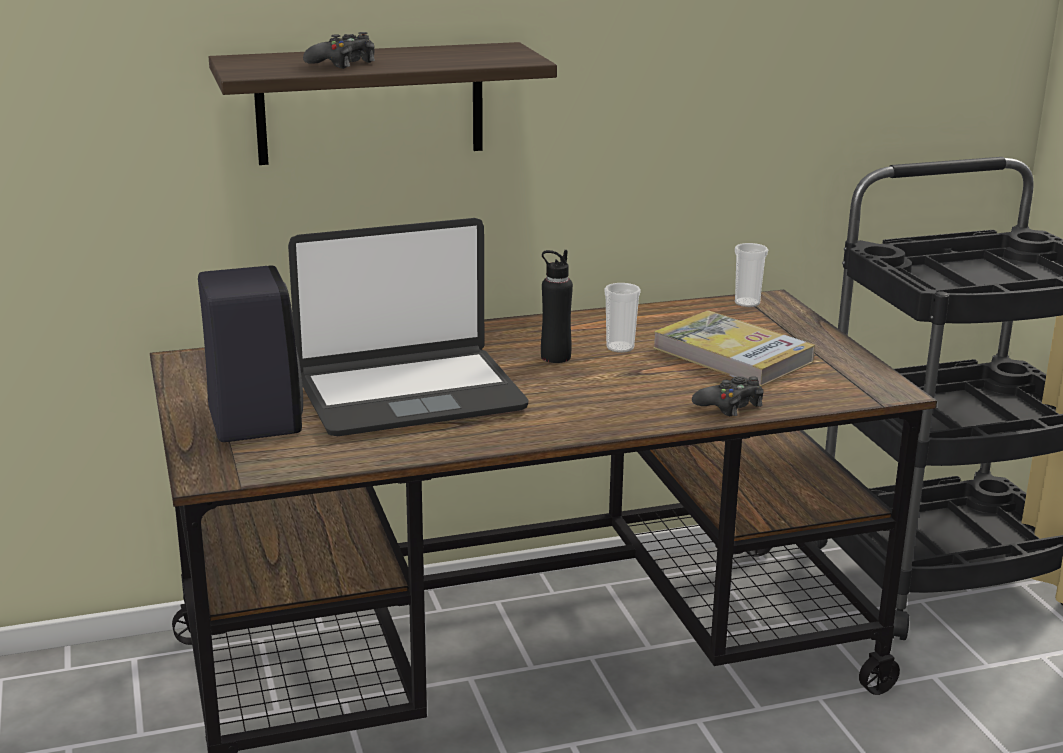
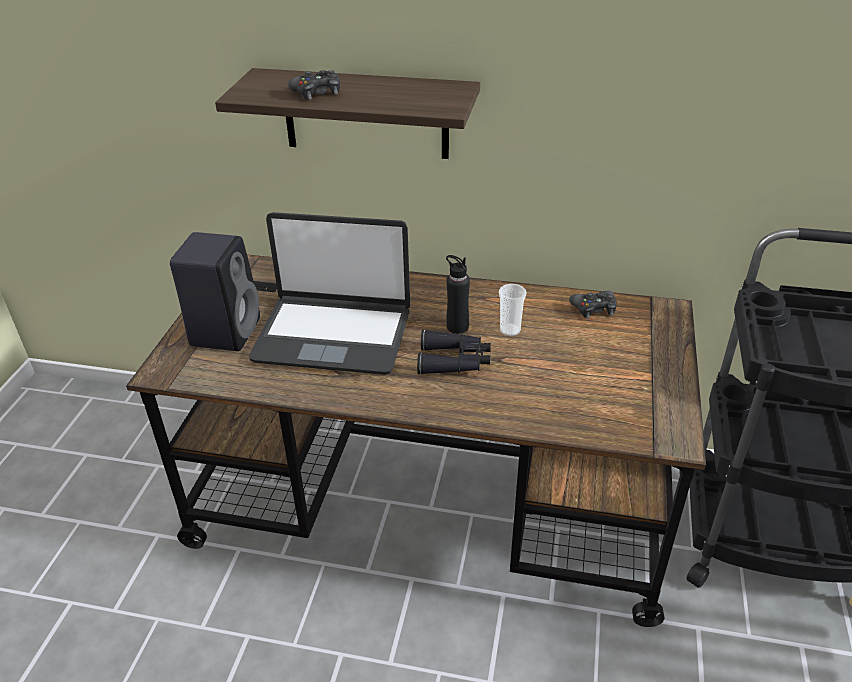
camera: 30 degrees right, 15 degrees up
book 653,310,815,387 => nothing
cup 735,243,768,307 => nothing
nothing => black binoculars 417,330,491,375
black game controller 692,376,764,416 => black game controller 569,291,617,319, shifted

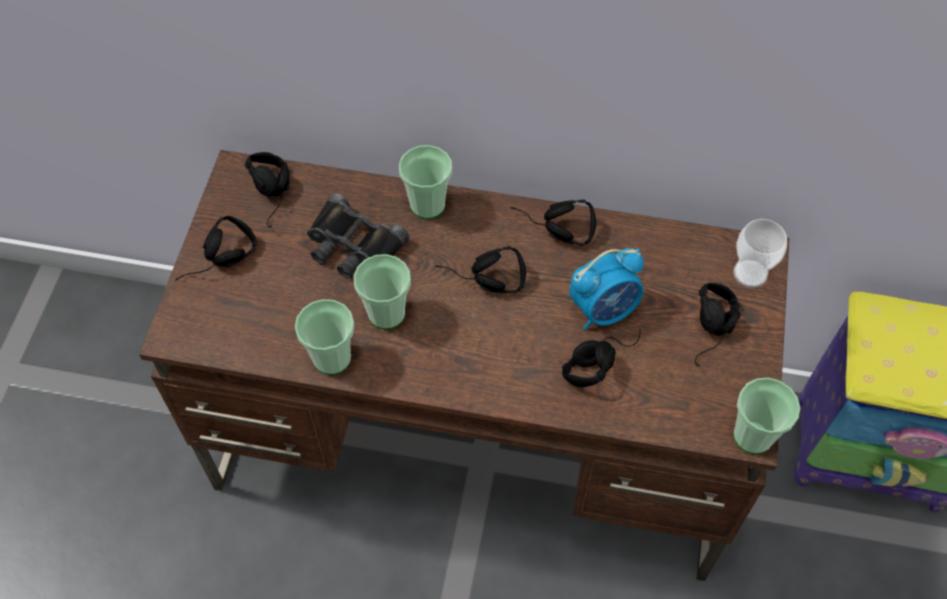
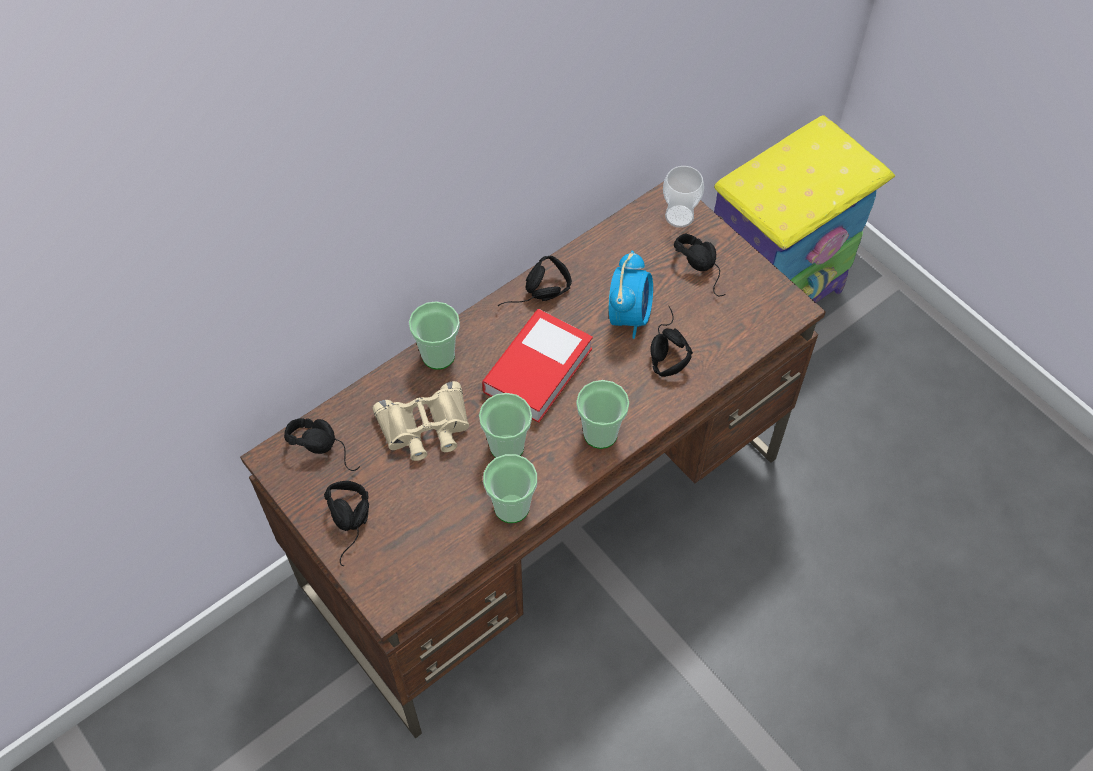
camera: 50 degrees left, 0 degrees up
cup 733,377,800,454 => cup 576,380,629,449, shifted
black headphones 435,246,526,294 => book 482,309,593,423
black binoculars 307,193,409,279 => beige binoculars 373,381,469,461

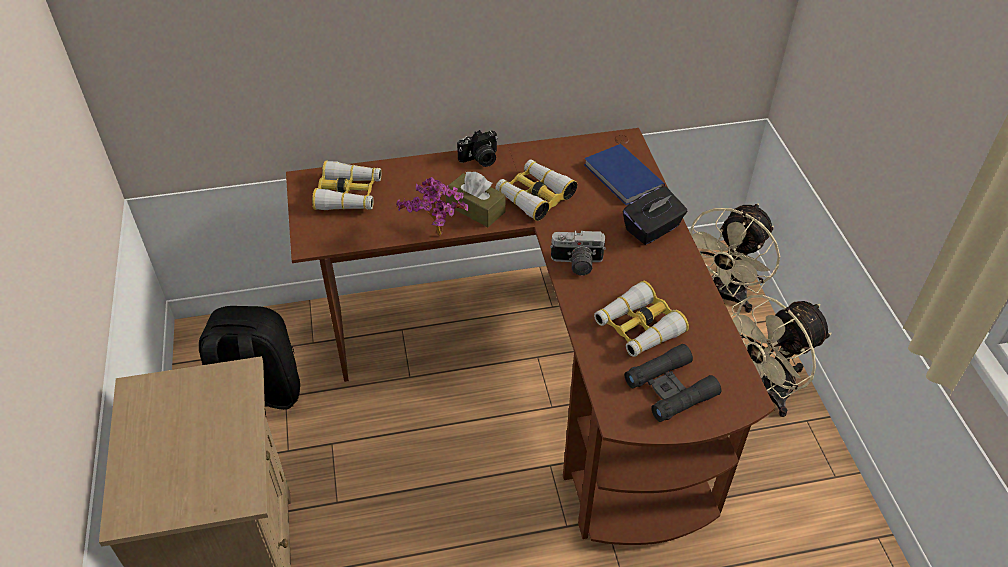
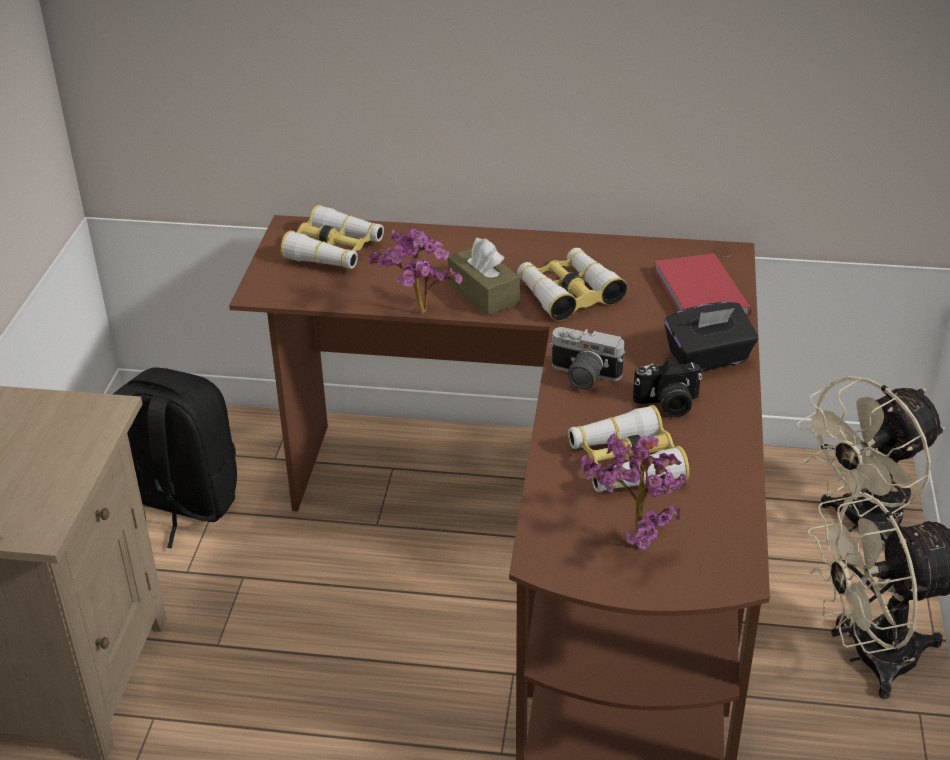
camera: 20 degrees right, 10 degrees down
photo camera 457,130,498,167 => photo camera 633,358,702,417, shifted
black binoculars 624,344,721,422 => potted plant 580,433,686,550
blue book 584,144,665,205 => red book 654,253,752,317

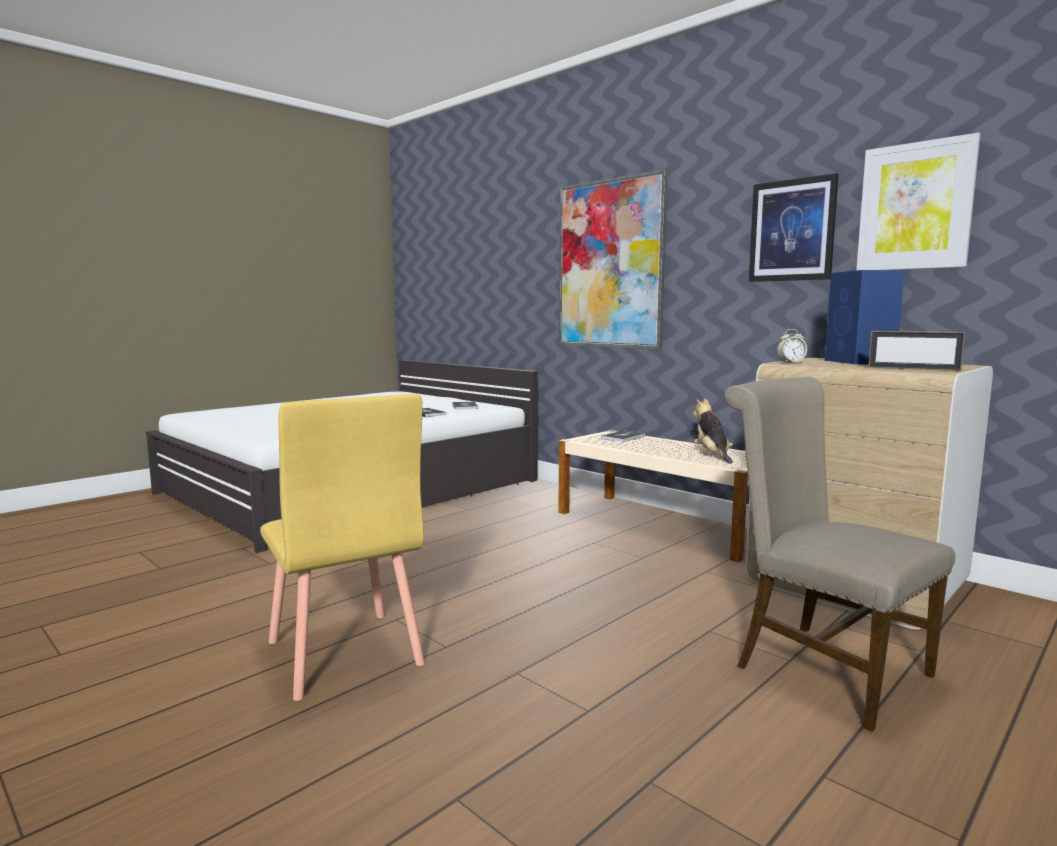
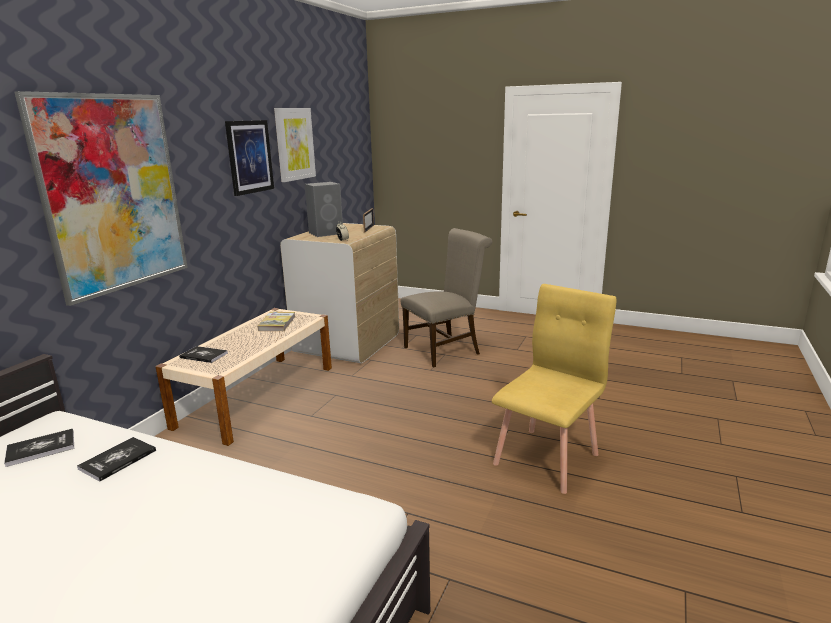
camera: 110 degrees left, 10 degrees up
plush toy 693,399,733,464 => book 257,312,295,331
blue speaker 825,270,905,364 => grey speaker 305,182,343,237
beige chair 724,377,955,732 => beige chair 400,228,493,368, 150 degrees counterclockwise

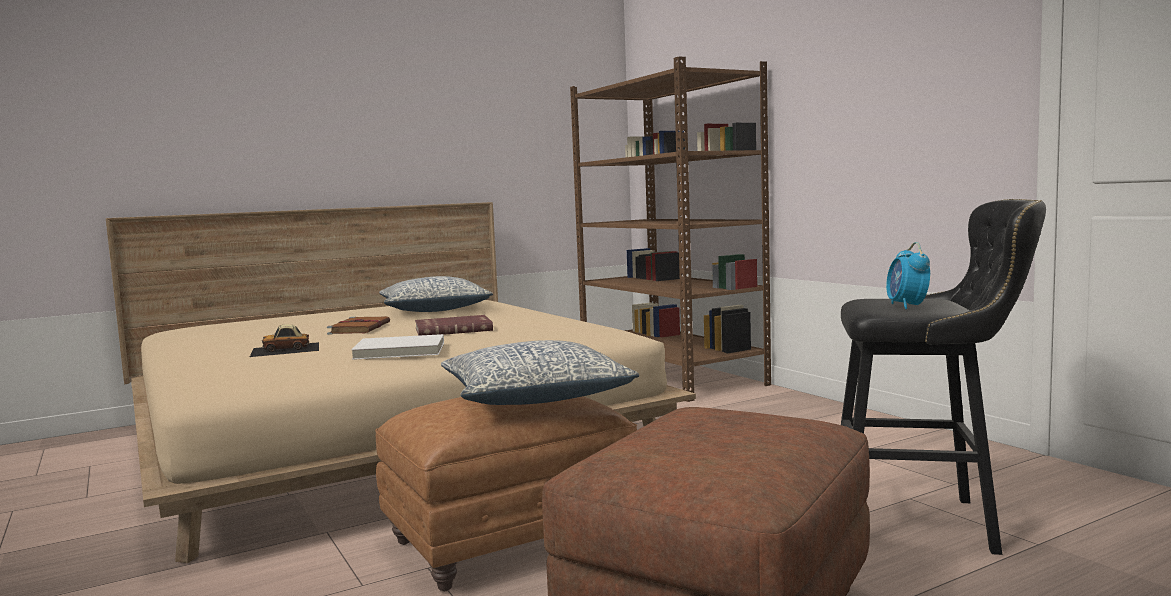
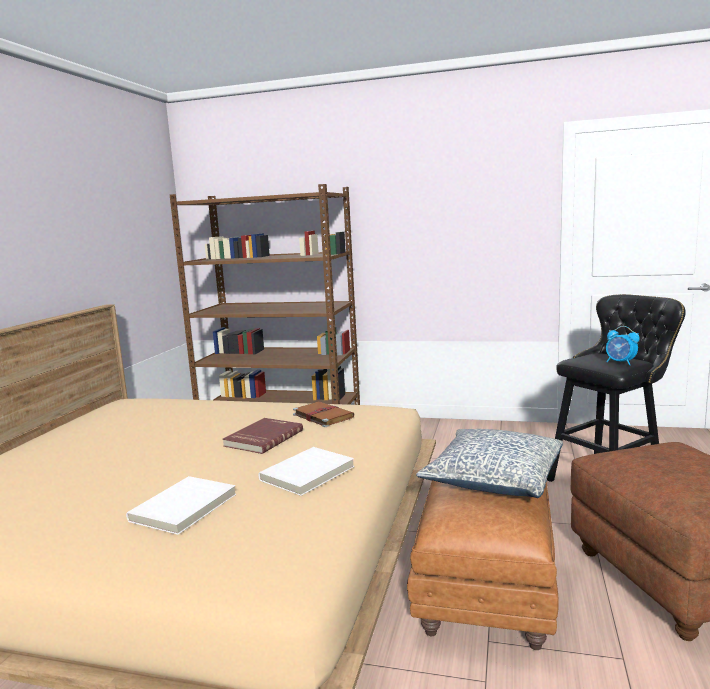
camera: 45 degrees left, 5 degrees up
pillow 379,276,493,312 => nothing
brown book 327,316,390,335 => brown book 293,401,354,427, shifted
toy car 250,324,319,357 => white book 126,476,236,535

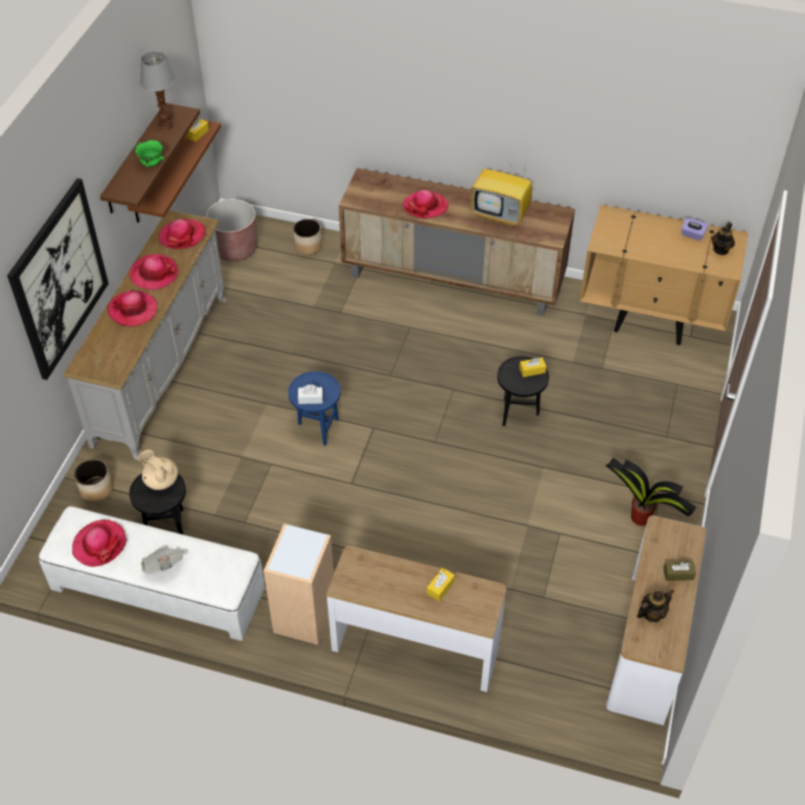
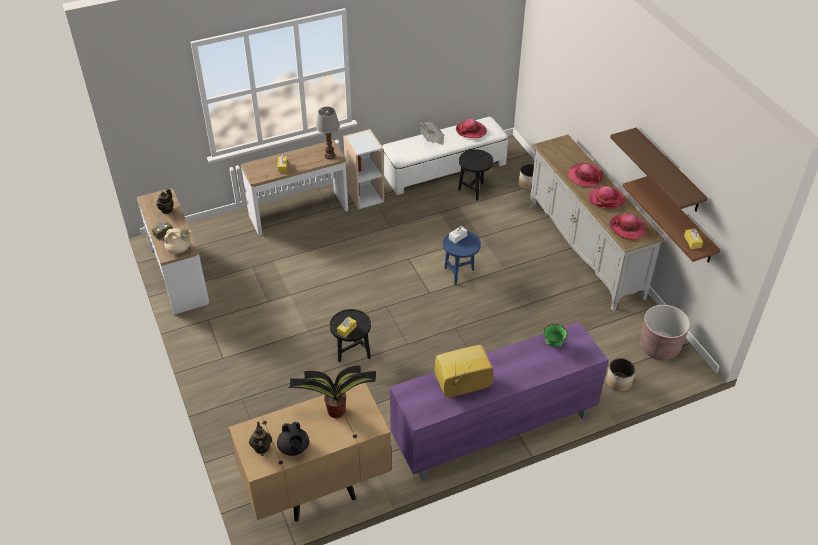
camera: 140 degrees right, 5 degrees down
picture 7,178,109,380 => nothing
hat 403,190,448,219 => nothing
green bowl 134,139,165,167 => green bowl 544,324,568,347, shifted
beige teapot 138,450,178,490 => beige teapot 164,228,191,254, shifted
table lamp 140,51,175,130 => table lamp 316,107,340,160, shifted
potted plant 605,458,696,526 => potted plant 289,365,376,418, shifted
purple tissue box 681,218,709,241 => black teapot 277,422,309,456
brown tv stand 339,168,575,316 => purple tv stand 390,321,609,481

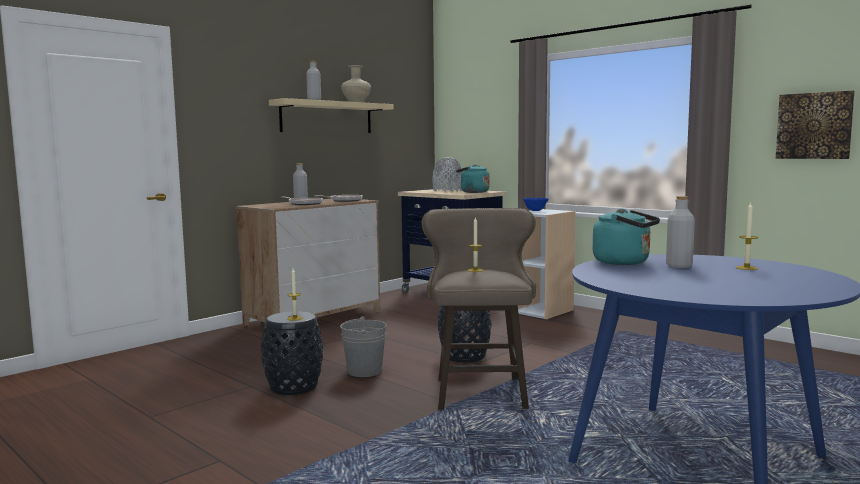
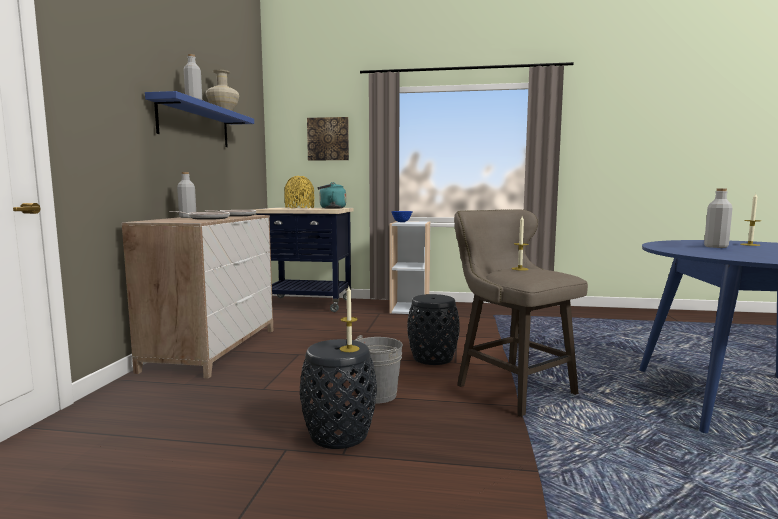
camera: 35 degrees left, 0 degrees up
turquoise kettle 593,209,660,265 => nothing
picture 776,91,854,159 => picture 307,117,349,161, shifted
beige shelf 269,98,394,133 => blue shelf 145,91,254,147
grey vase 432,157,463,192 => yellow vase 284,176,314,208

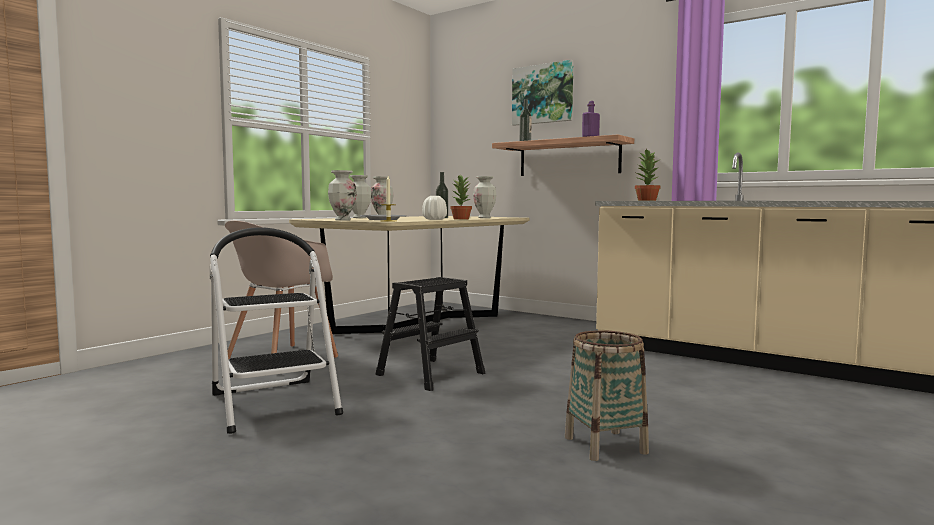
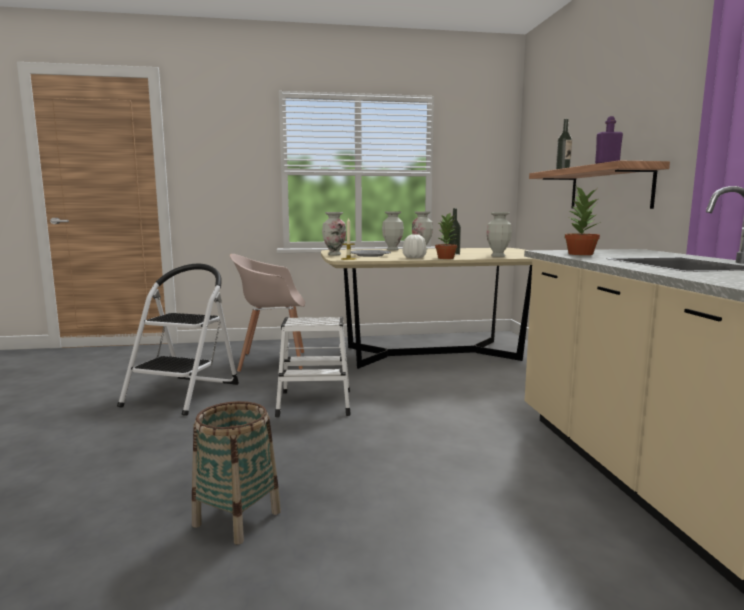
camera: 45 degrees right, 5 degrees up
picture 512,60,573,126 => nothing
black step ladder 375,277,485,391 => white step ladder 275,317,351,417

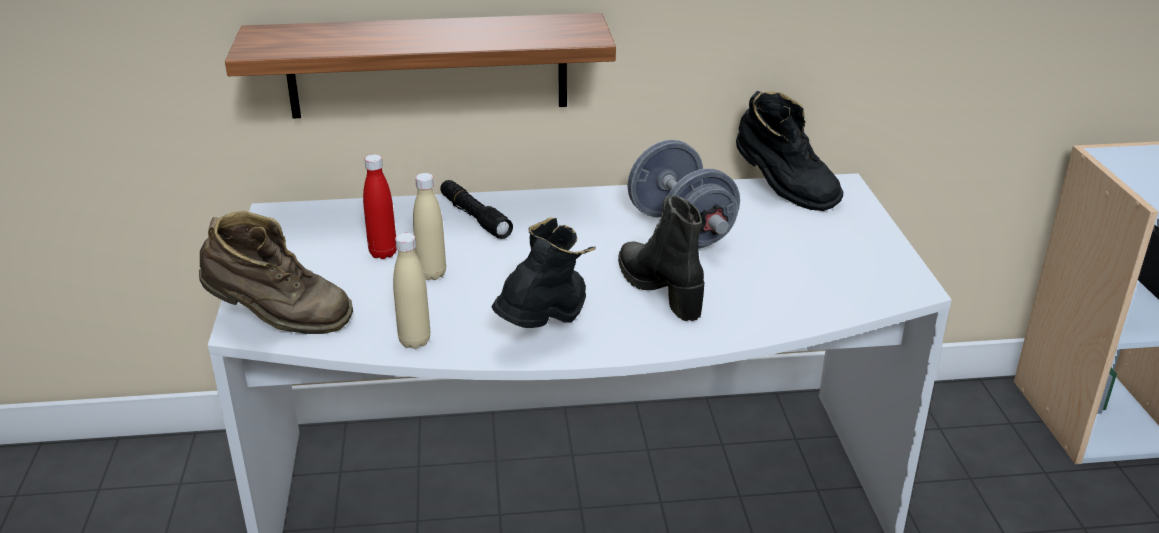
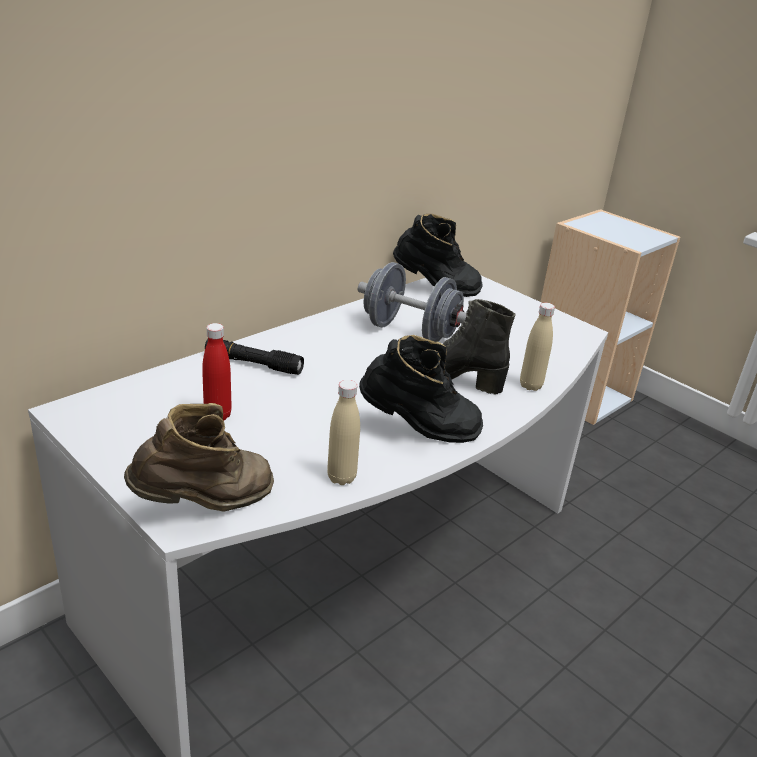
camera: 40 degrees left, 0 degrees up
shelf 225,13,616,119 => nothing
beige bottle 413,173,446,280 => beige bottle 520,303,555,391, shifted
black boot 491,217,596,328 => black boot 359,335,483,443, 105 degrees clockwise

